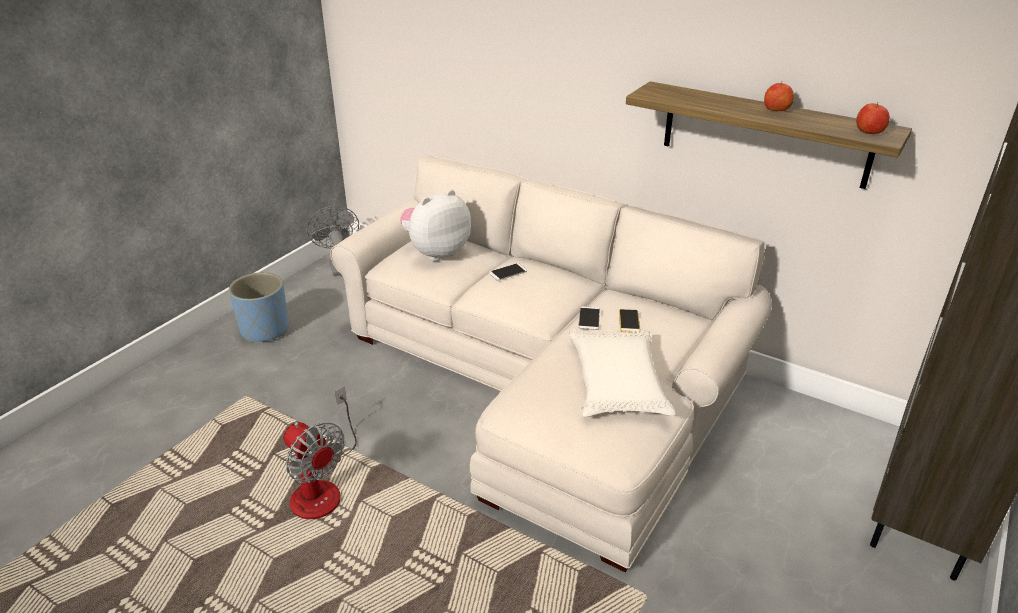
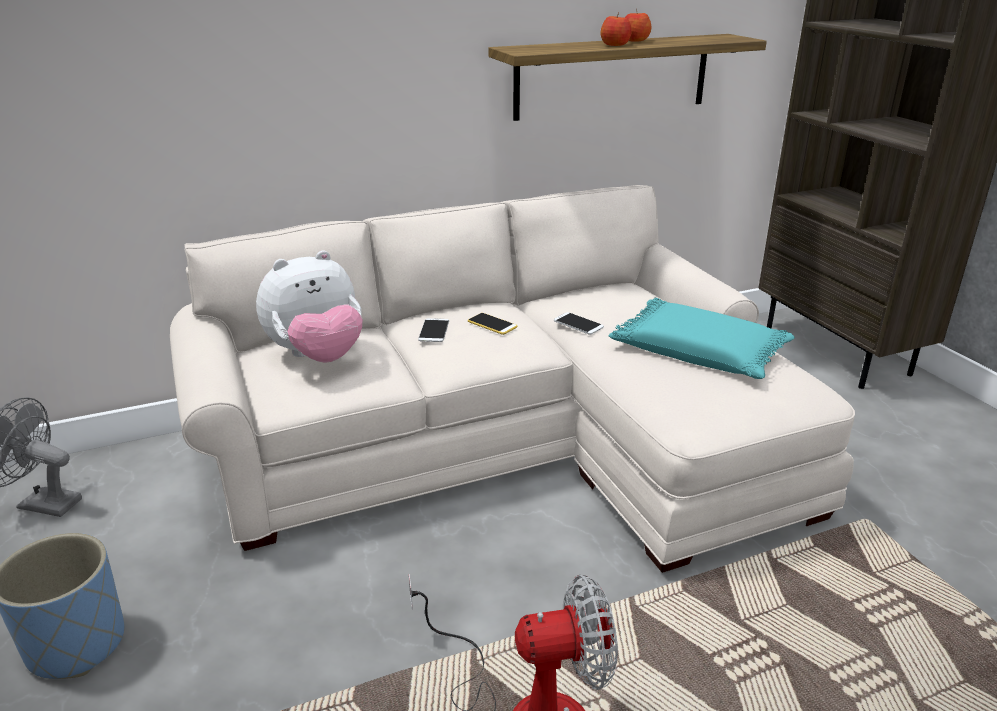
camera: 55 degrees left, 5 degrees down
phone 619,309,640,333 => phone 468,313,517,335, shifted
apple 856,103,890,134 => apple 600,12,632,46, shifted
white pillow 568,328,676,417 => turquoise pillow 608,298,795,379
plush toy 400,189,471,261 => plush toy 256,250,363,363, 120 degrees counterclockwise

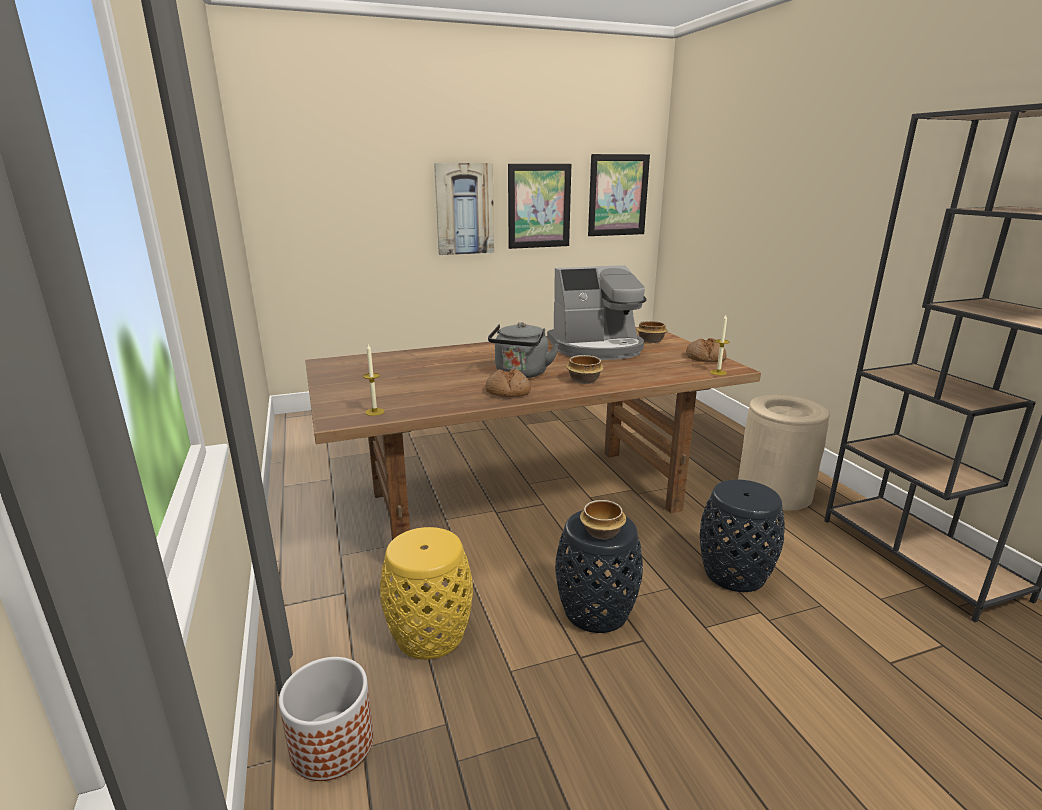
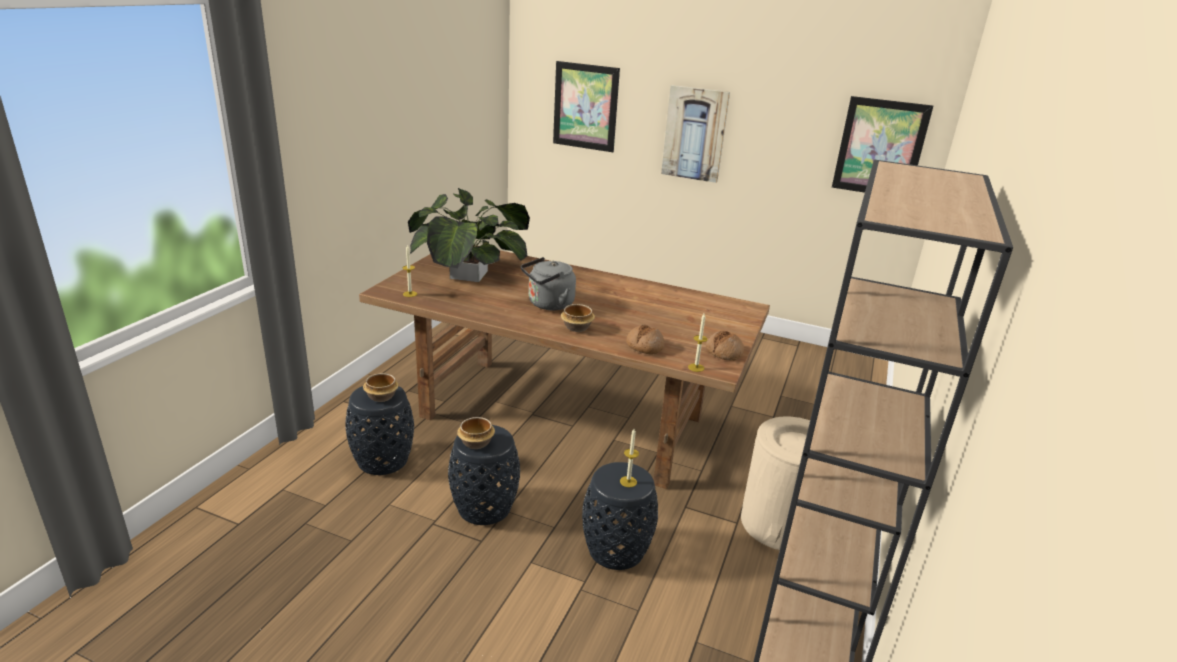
camera: 40 degrees right, 5 degrees up
planter 279,657,374,781 => nothing
coffee machine 547,265,647,360 => nothing
nothing => potted plant 408,188,530,282
nothing => candle 620,429,639,487
bread 485,369,531,397 => bread 626,325,664,355, shifted
picture 508,164,571,249 => picture 553,61,620,152, shifted
bowl 636,321,668,343 => bowl 363,373,399,402, shifted
yellow stool 380,527,473,660 => black stool 345,386,414,475

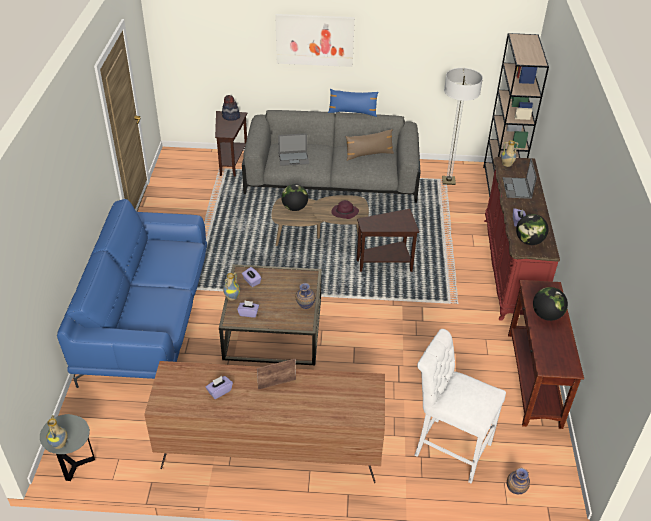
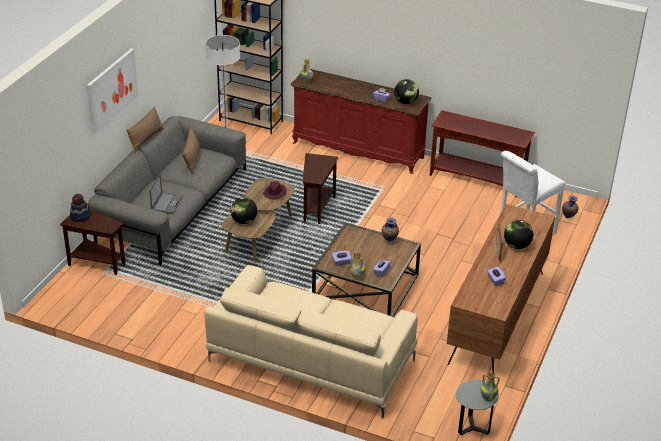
camera: 70 degrees left, 5 degrees down
laptop 503,158,537,199 => nothing
globe 533,287,568,321 => globe 504,220,533,249, shifted
blue sofa 57,199,207,388 => beige sofa 205,265,418,419
blue pillow 328,89,379,117 => brown pillow 126,106,164,153

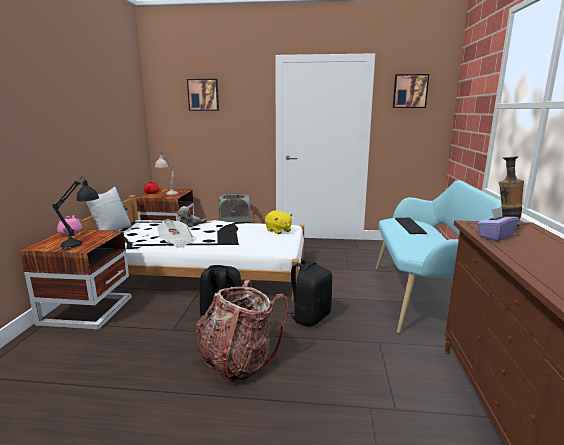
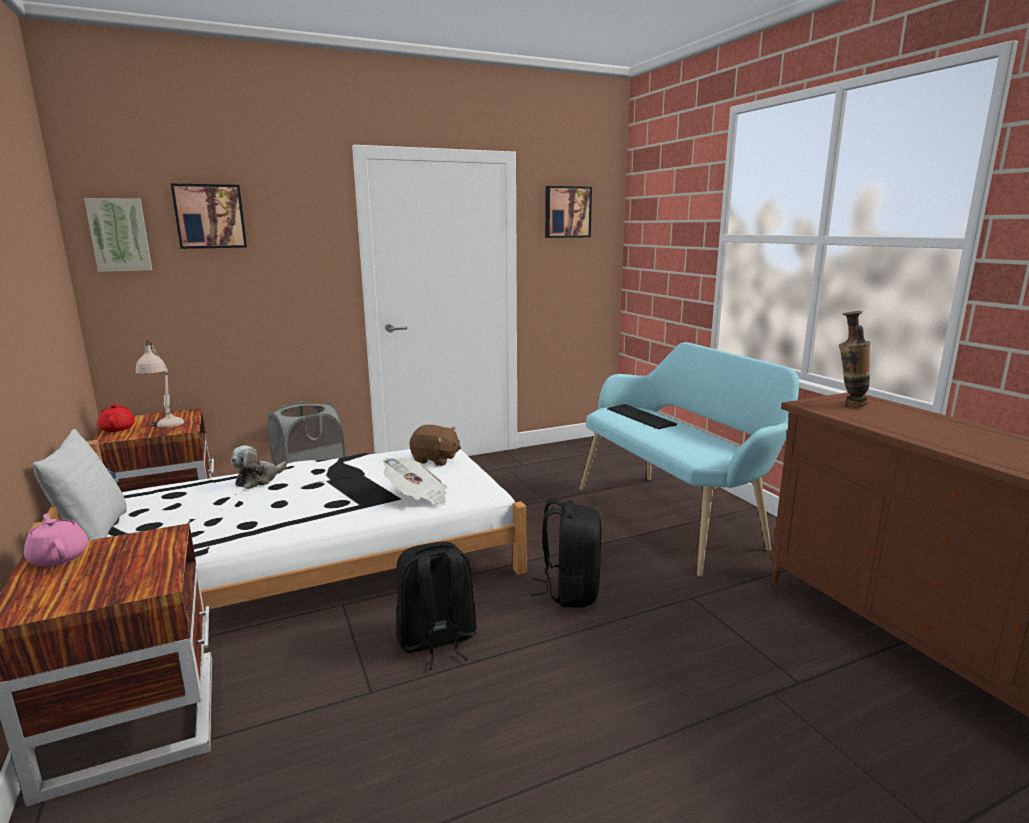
camera: 30 degrees left, 0 degrees up
black table lamp 52,176,99,250 => nothing
backpack 196,280,288,384 => nothing
purple tissue box 477,207,519,241 => nothing
nothing => picture 84,198,152,272
newspaper 157,219,194,248 => newspaper 383,458,447,505, shifted
yellow plush toy 265,210,292,234 => brown plush toy 410,425,461,466

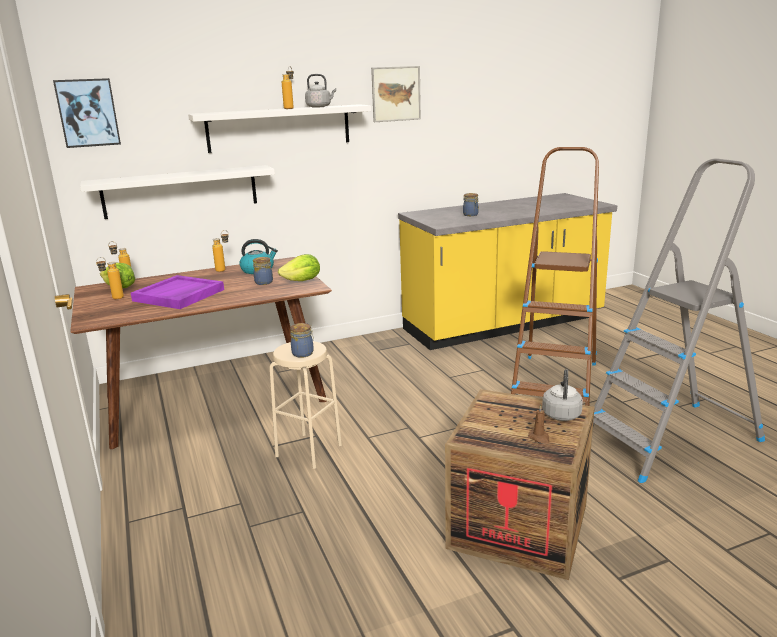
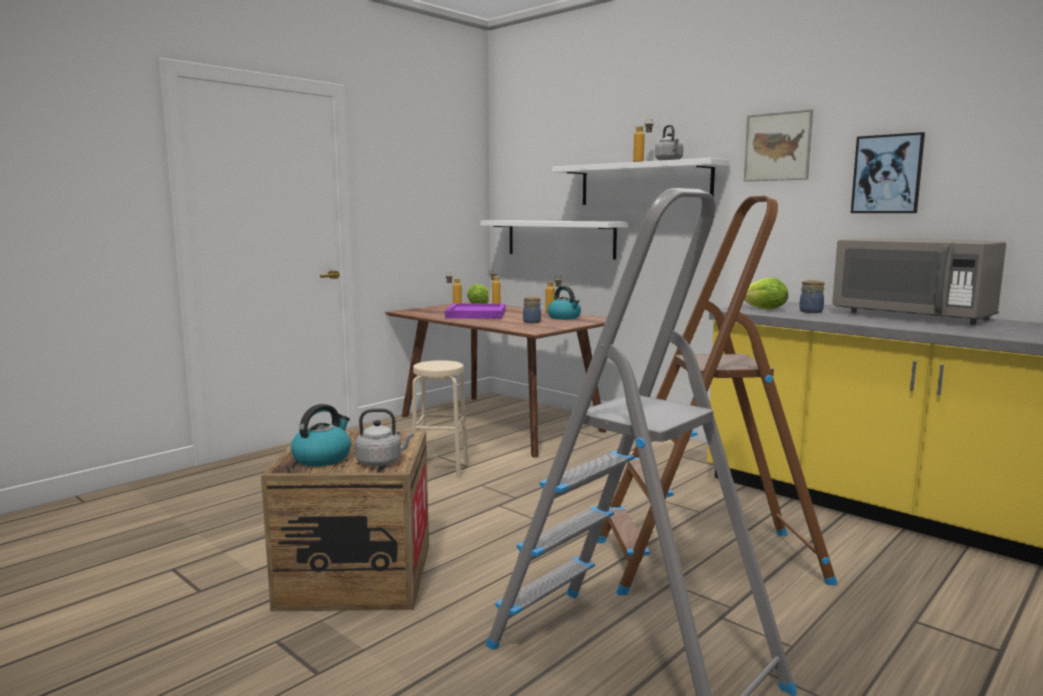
camera: 65 degrees right, 10 degrees down
jar 290,323,314,358 => nothing
nothing => grey microwave 832,238,1006,325
picture 53,78,121,148 => picture 851,132,925,213, shifted
lettuce 278,254,320,281 => lettuce 744,278,788,309, shifted
brown candle 528,404,549,443 => kettle 291,404,351,466

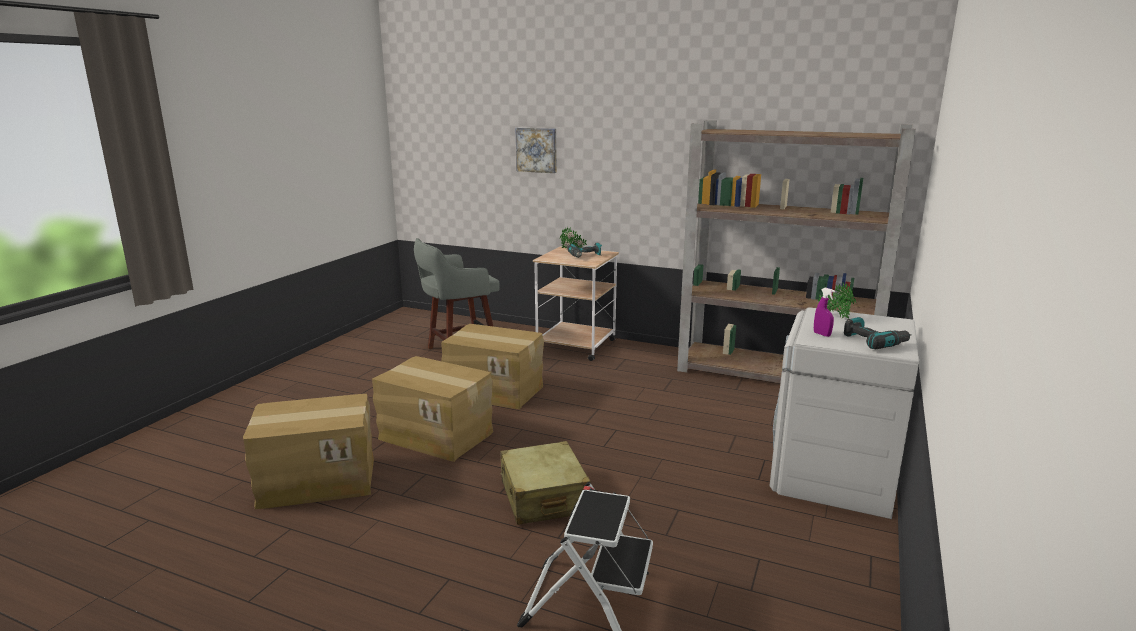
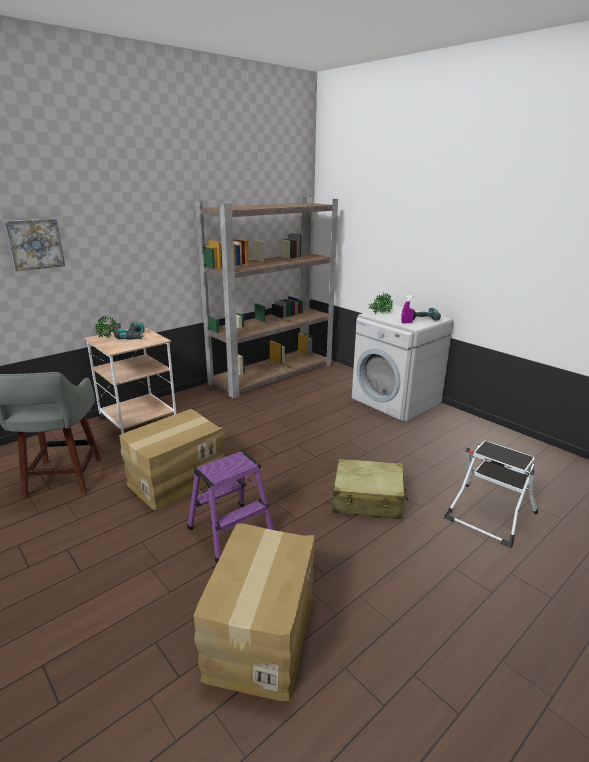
camera: 65 degrees left, 5 degrees up
cardboard box 372,356,493,462 => purple step ladder 187,450,274,563

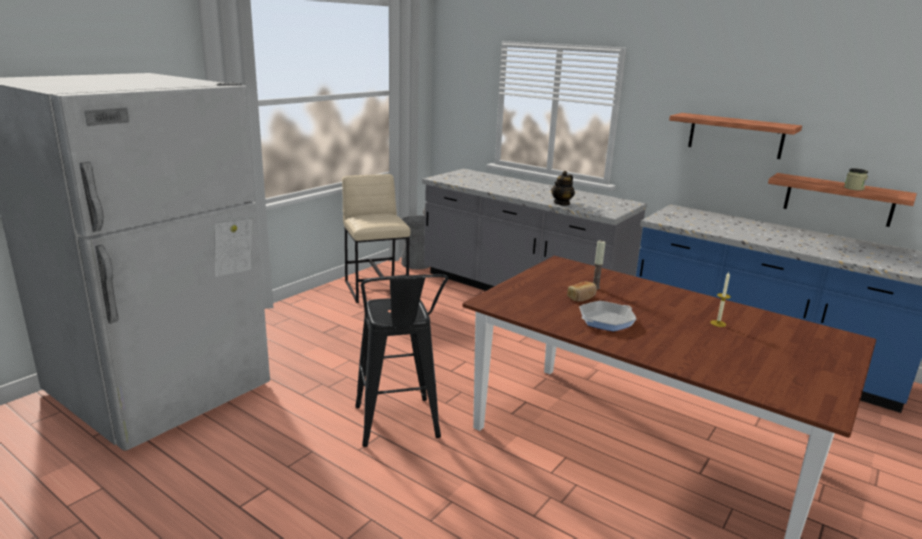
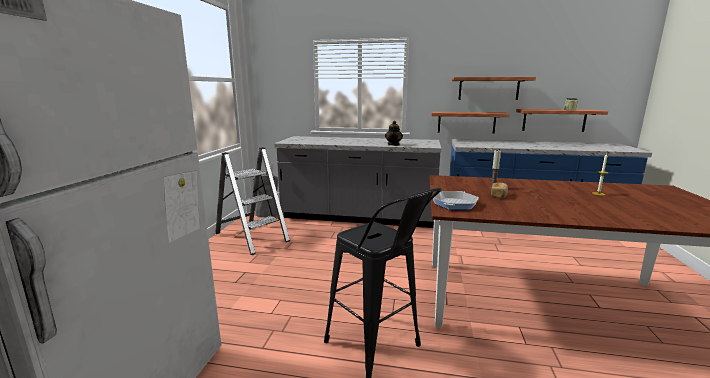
camera: 25 degrees left, 5 degrees down
nothing => shelf 431,112,510,134
frying pan 579,301,636,331 => frying pan 433,191,479,210, shifted
beige chair 342,174,410,303 => grey step ladder 216,147,290,255

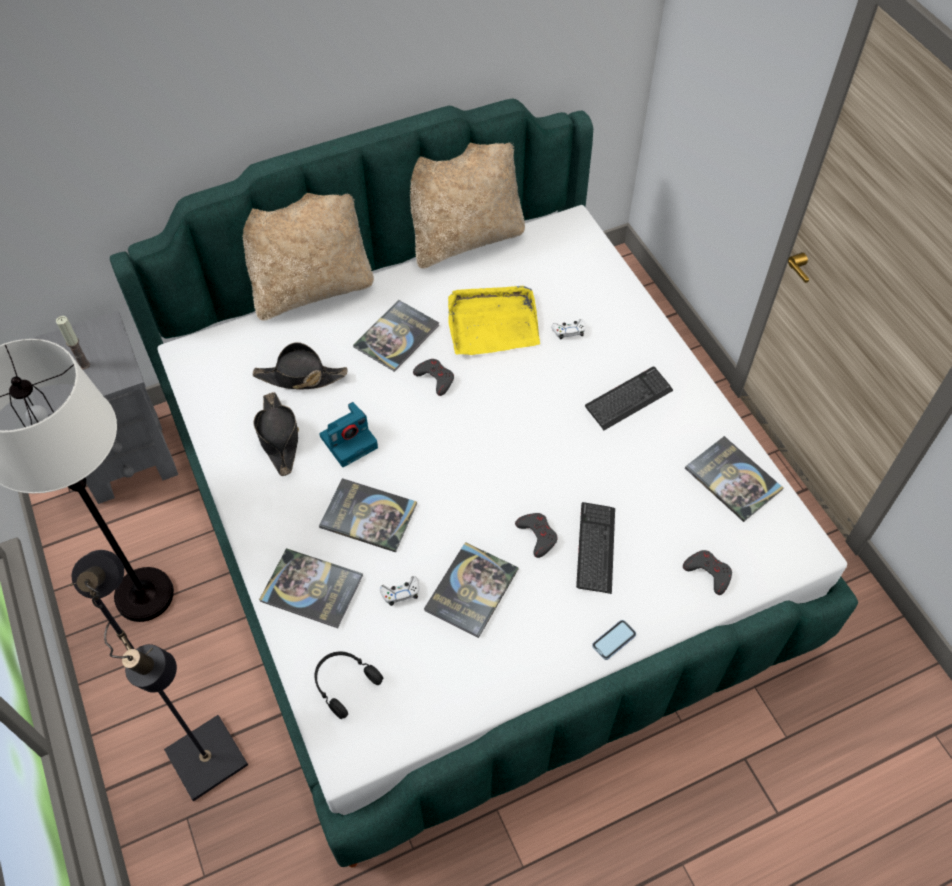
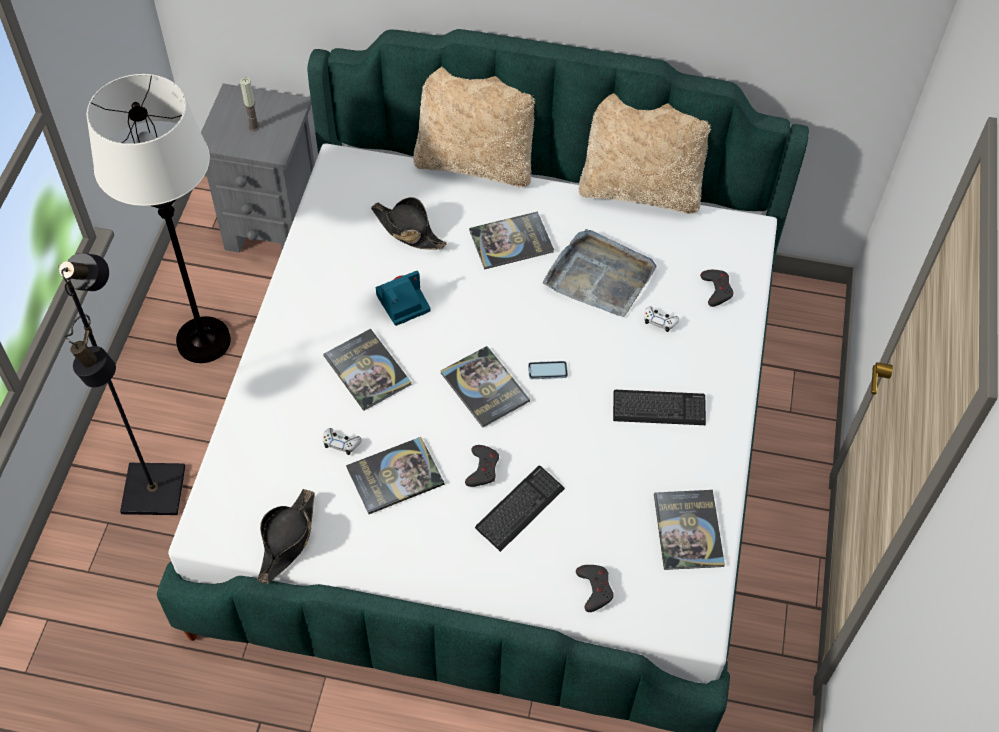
camera: 35 degrees right, 0 degrees up
black headphones 315,651,383,719 => nothing
black hat 254,392,299,476 => black hat 257,489,315,584, shifted
book 259,548,363,628 => book 441,346,530,428, shifted
grey game controller 413,359,454,396 => grey game controller 700,270,734,307, shifted
phone 592,620,636,660 => phone 528,361,568,379, shifted
yellow tray 448,286,540,355 => grey tray 543,229,657,317
photo camera 319,402,378,467 => photo camera 376,271,431,326, 150 degrees clockwise

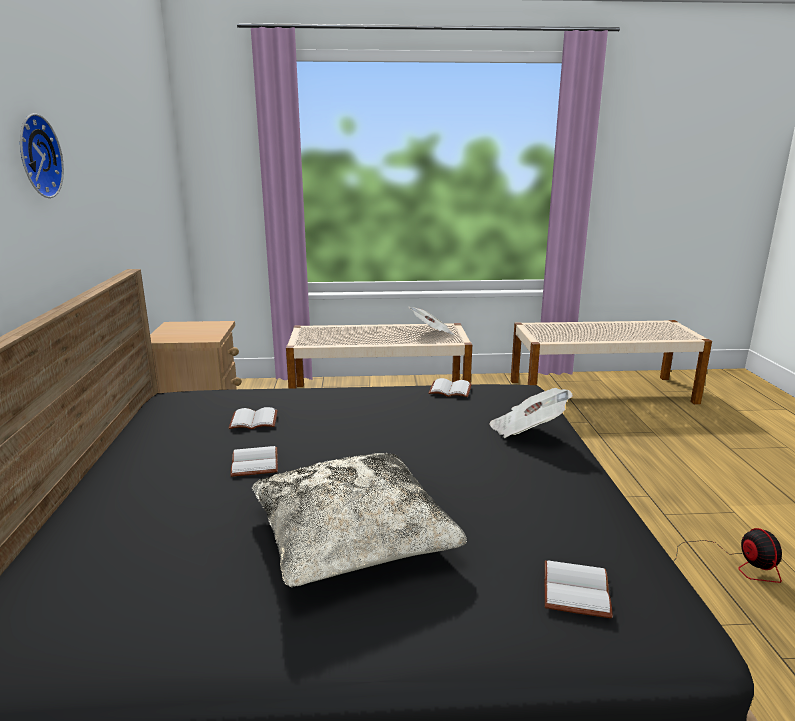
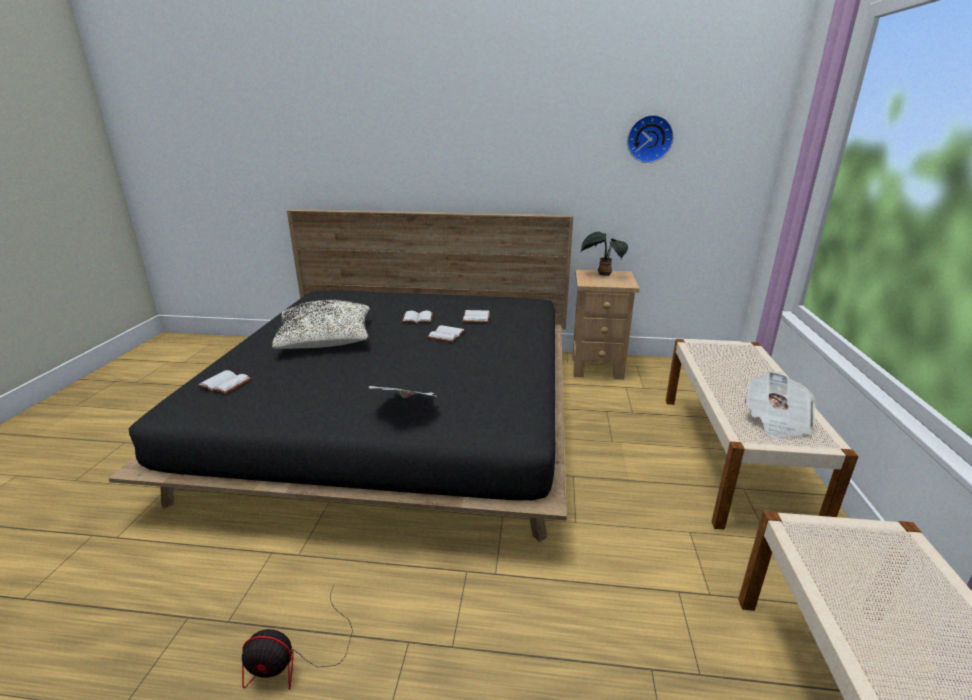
camera: 100 degrees right, 5 degrees up
nothing => potted plant 581,232,628,276
wall clock 20,113,64,198 => wall clock 627,115,674,163, shifted
white book 428,378,472,397 => white book 427,325,466,342, shifted

